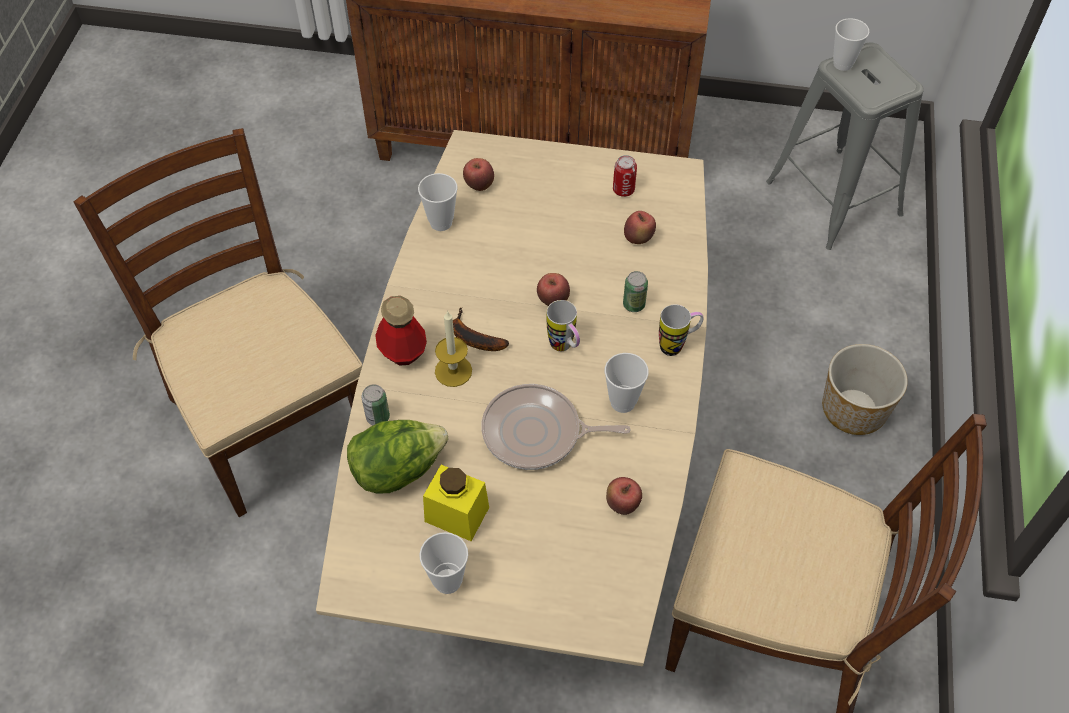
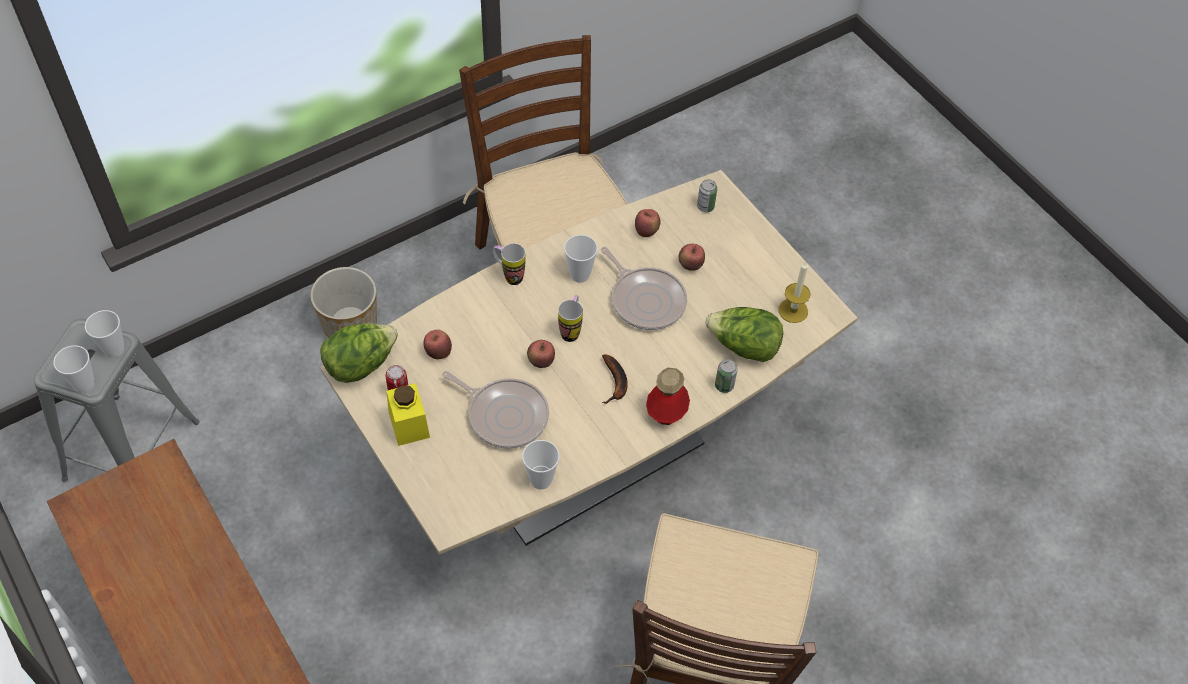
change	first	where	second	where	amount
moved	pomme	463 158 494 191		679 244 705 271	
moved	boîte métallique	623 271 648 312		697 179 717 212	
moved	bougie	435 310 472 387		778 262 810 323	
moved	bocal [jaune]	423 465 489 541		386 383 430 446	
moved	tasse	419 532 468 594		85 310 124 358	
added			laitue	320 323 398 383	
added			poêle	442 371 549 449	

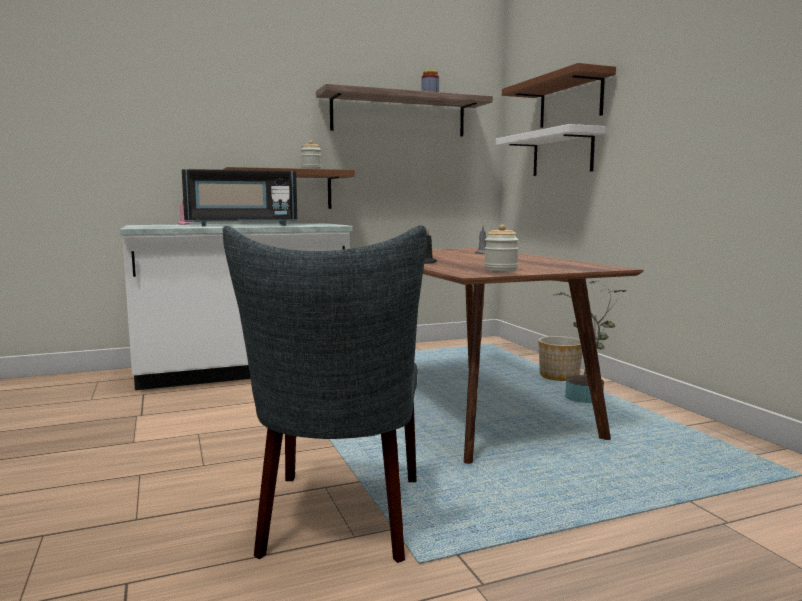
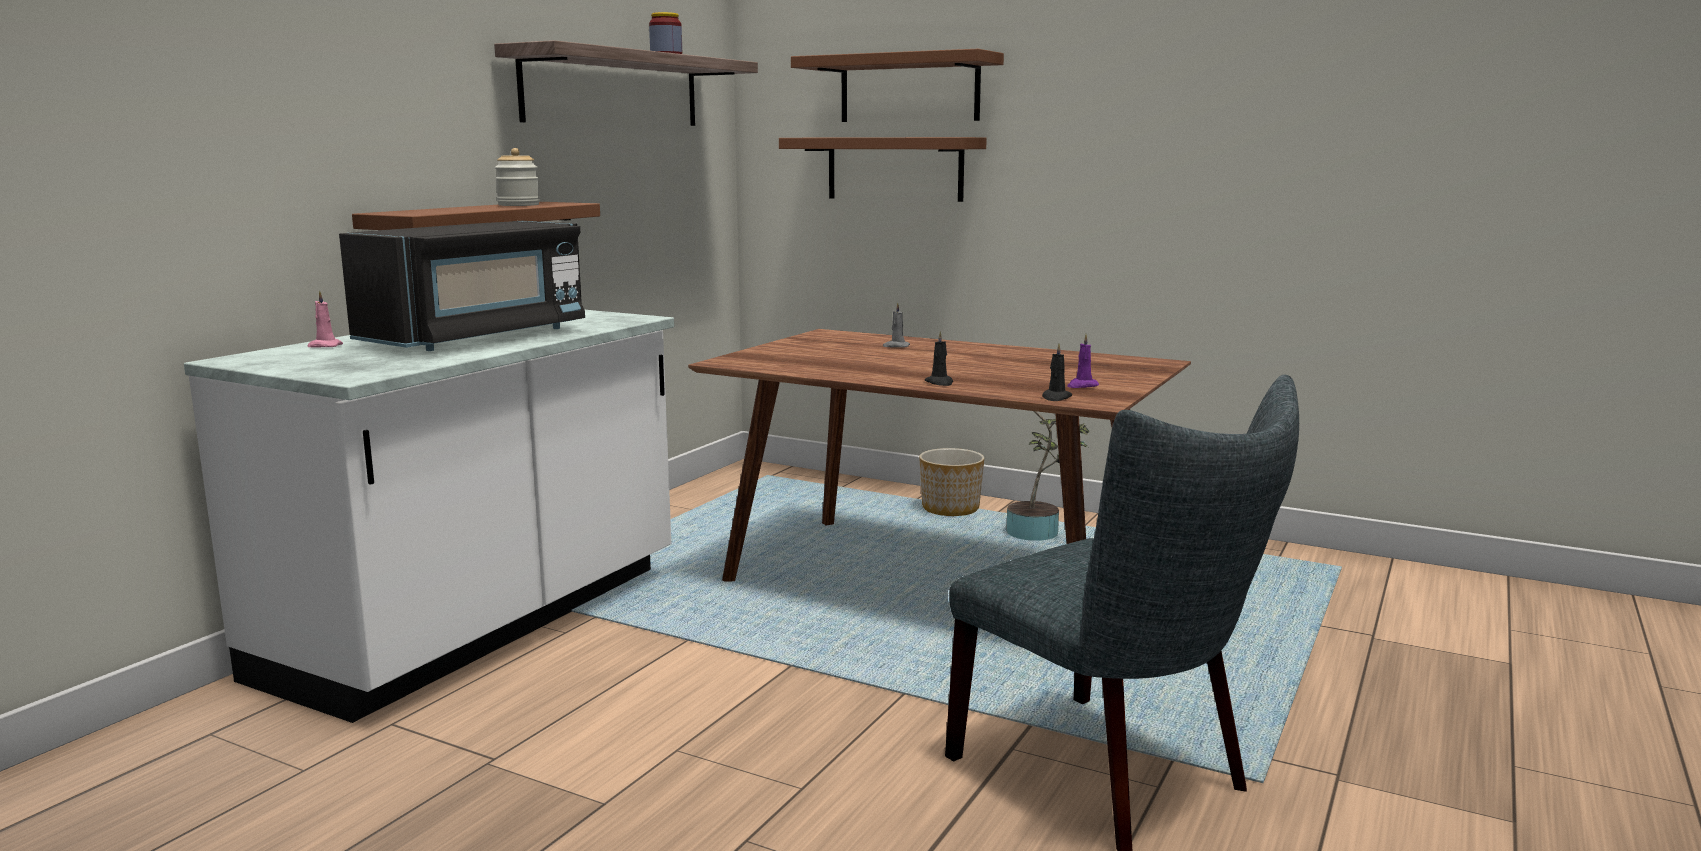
change	first	where	second	where	amount
recoloured	étagère [blanc]	496 124 606 176	étagère [marron]	779 137 987 202	
replaced	bocal	484 224 519 271	bougie [violet]	1067 334 1099 388	
added			bougie [noir]	1042 343 1072 401	

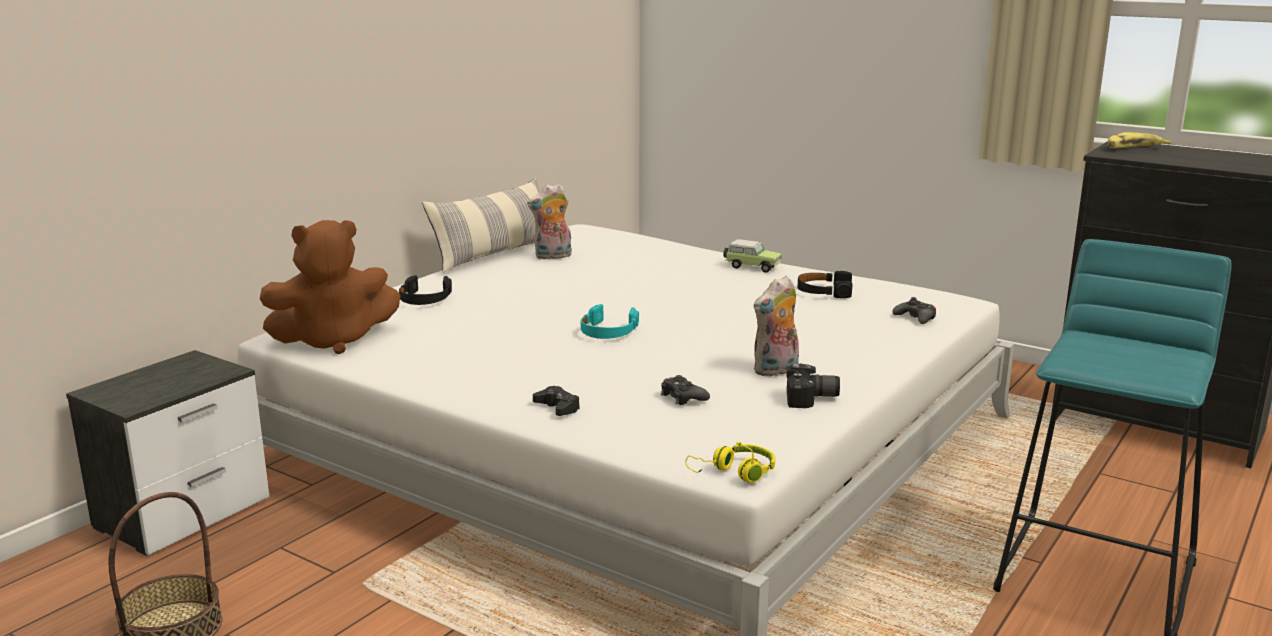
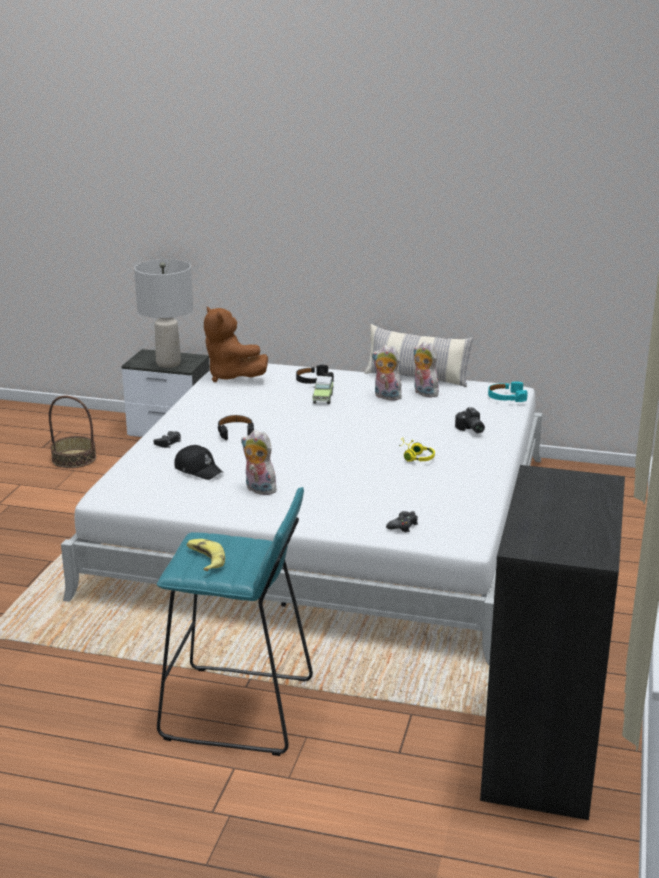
change	first	where	second	where	amount
moved	banane	1108 132 1171 148		186 539 225 571	
moved	petite voiture	723 239 782 273		313 376 334 404	
moved	casque audio [noir]	798 271 852 298		218 415 254 440	
moved	casque audio [turquoise]	581 304 639 339		488 381 527 402	
moved	appareil photo	786 364 840 408		455 407 485 433	
replaced	manette [noir]	661 375 710 405	casquette [noir]	174 445 223 480	
moved	casque audio [jaune]	685 441 775 483		399 438 435 462	
added			lampe de table [gris]	134 259 193 368	
added			peluche	372 345 402 401	

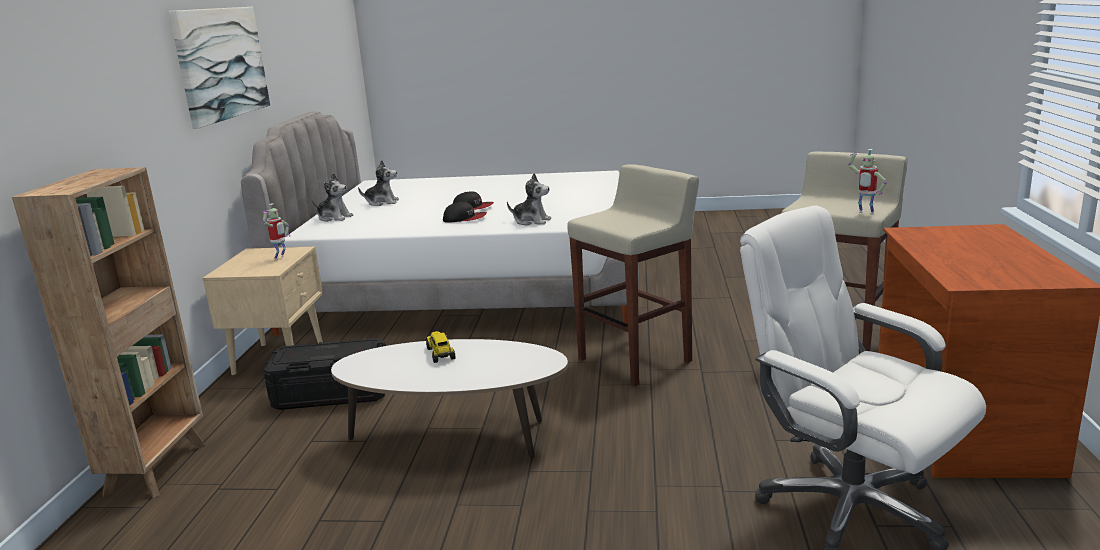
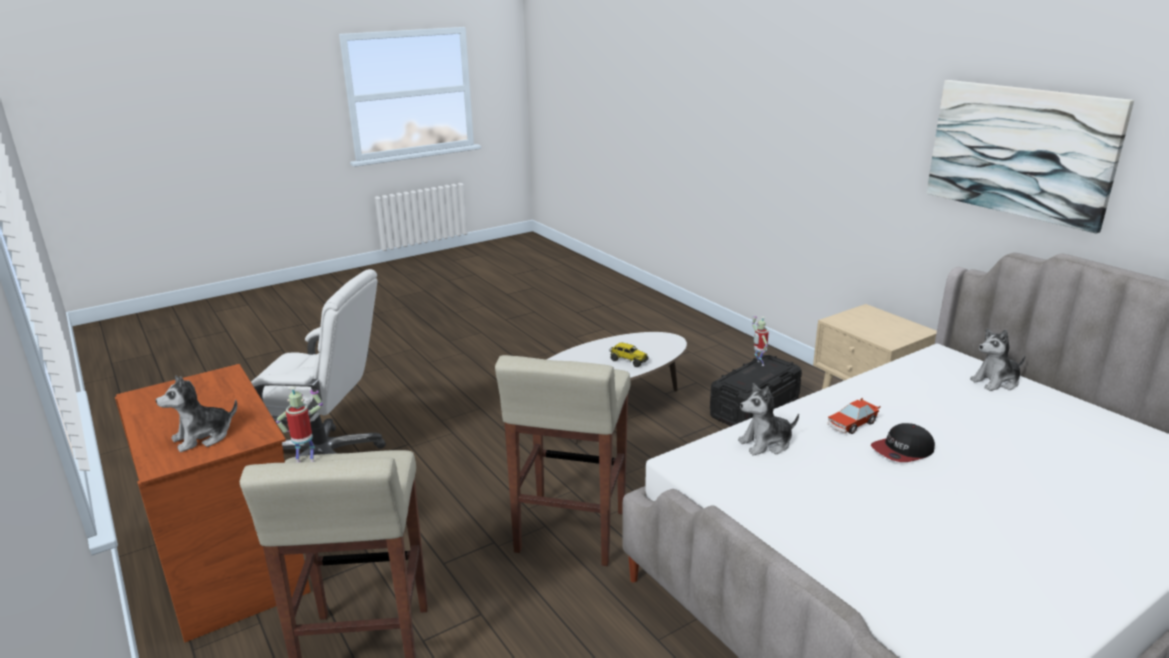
change	first	where	second	where	amount
moved	peluche	358 160 399 206		156 375 237 452	
removed	bibliothèque [marron]	12 167 206 498			
replaced	casquette	443 202 487 223	petite voiture	827 398 880 434	
moved	robot jouet	263 203 291 261		752 316 769 366	

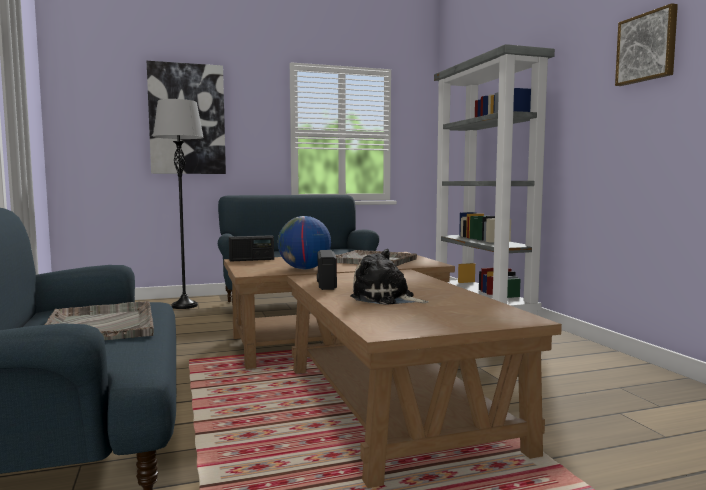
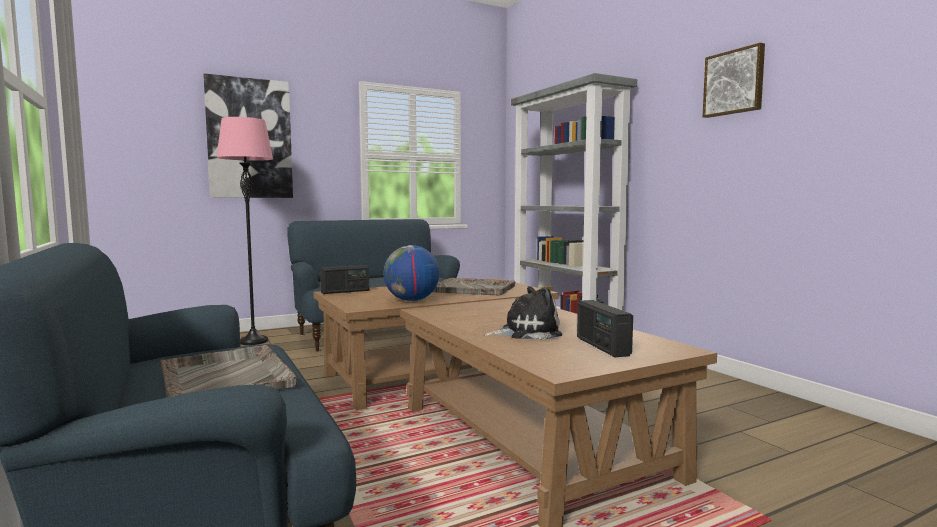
change	first	where	second	where	amount
recoloured	lampadaire [gris]	153 99 204 309	lampadaire [rose]	217 117 273 345	
turned	peluche	350 249 429 305		484 286 562 340	150 degrees clockwise
moved	radio	317 250 337 290		577 300 633 357	

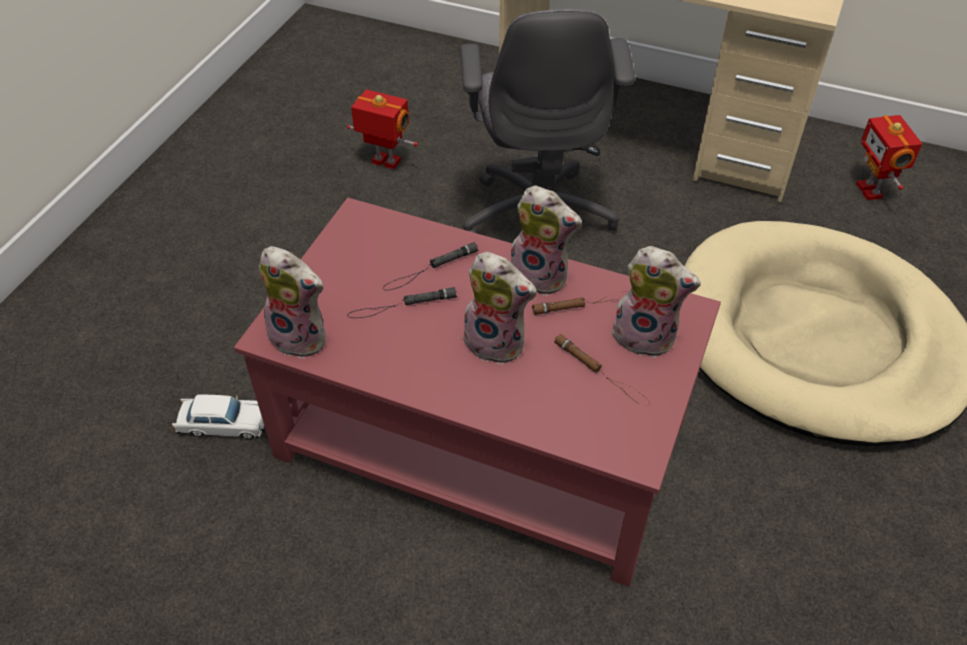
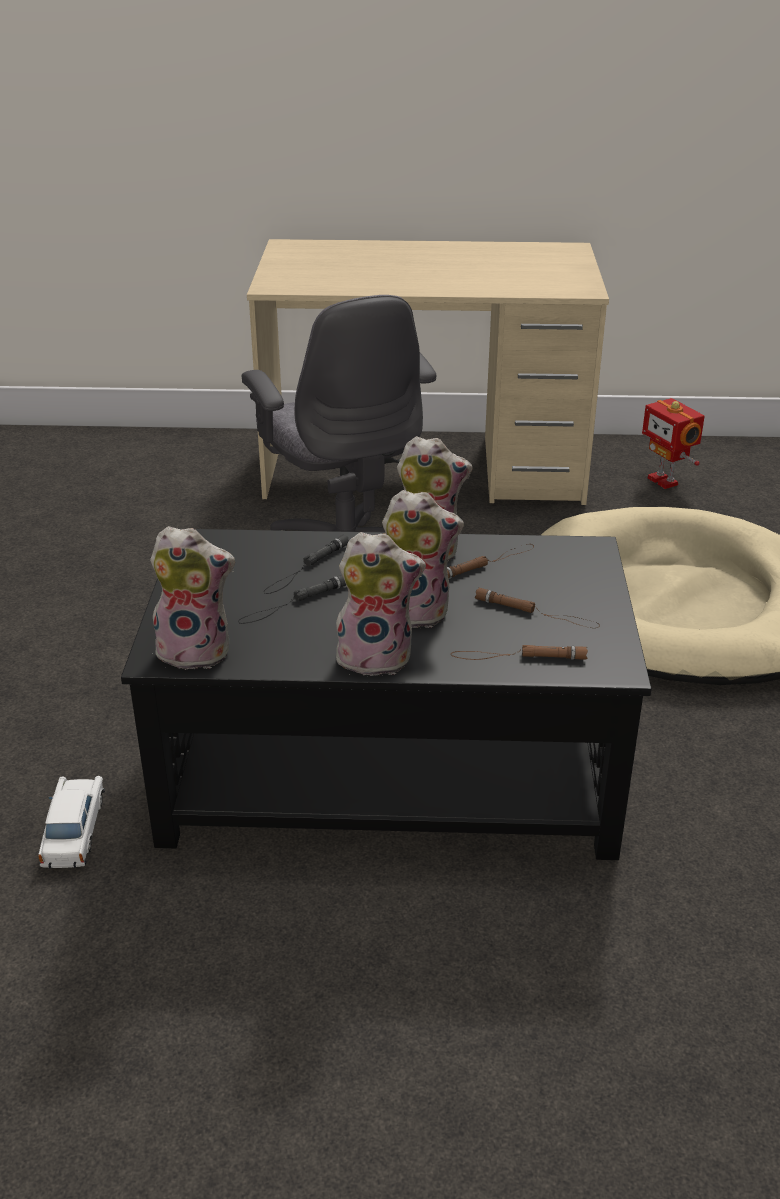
change	first	where	second	where	amount
removed	robot jouet	347 89 418 169			
recoloured	table basse [rouge]	234 197 721 587	table basse [noir]	121 529 652 860	
moved	peluche	610 246 701 358		334 532 426 676	
turned	petite voiture [blanc]	172 394 264 440		38 776 105 869	75 degrees counterclockwise
added			lampe de poche [marron]	451 645 588 660	

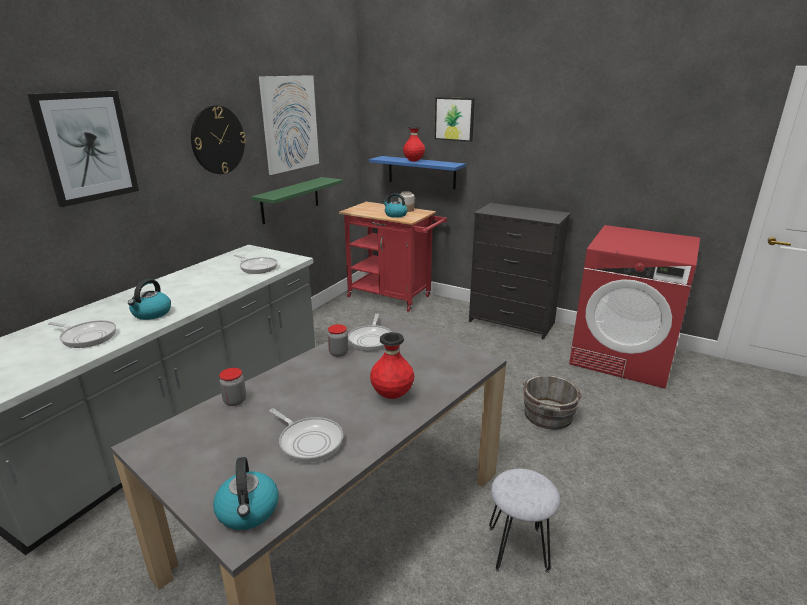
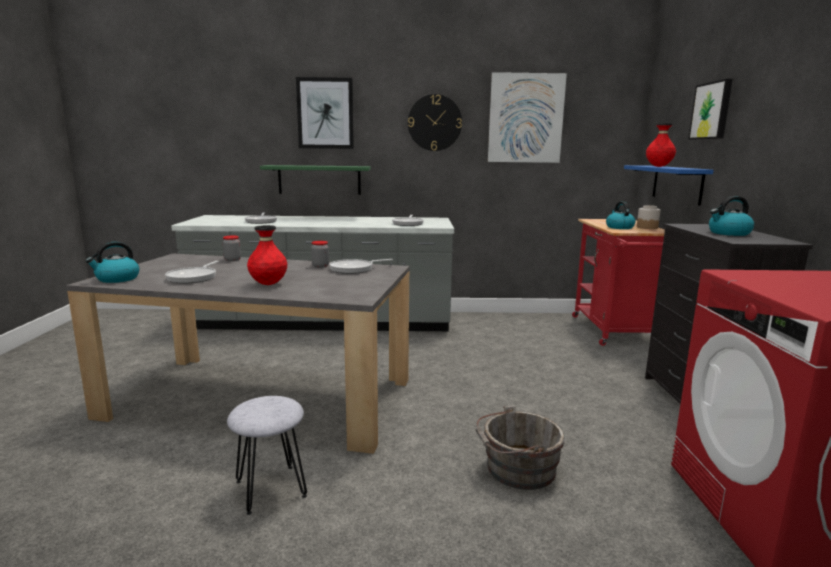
change	first	where	second	where	amount
moved	étagère [vert]	251 177 343 224		260 165 371 195	
moved	bouilloire	128 279 171 320		709 196 754 236	

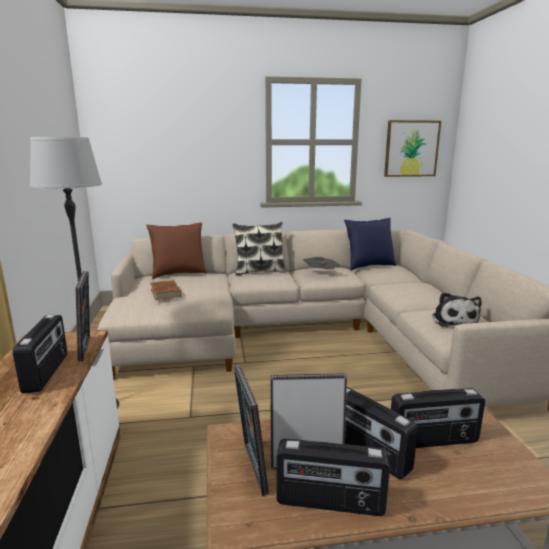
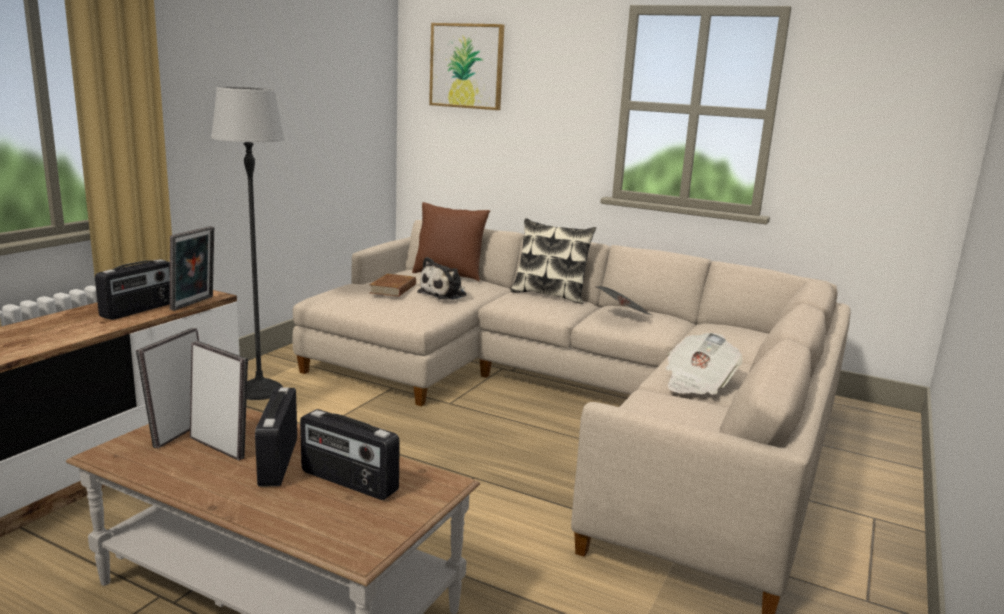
change	first	where	second	where	amount
moved	tableau	384 120 441 177		429 23 504 110	
removed	coussin [bleu]	344 218 396 270			
moved	peluche	432 292 482 327		417 257 467 300	
removed	radio	276 438 390 516			
added			journal	665 332 743 395	

